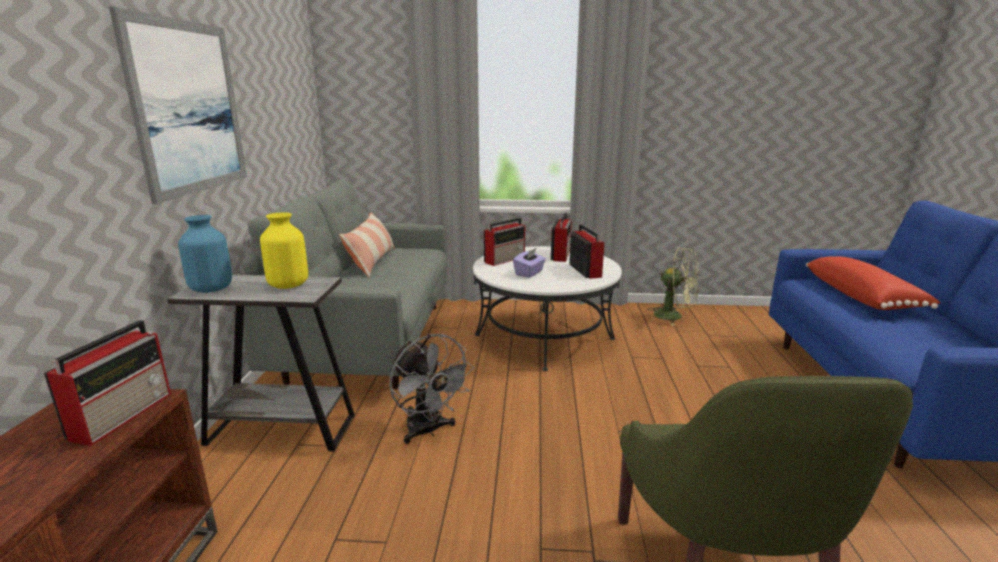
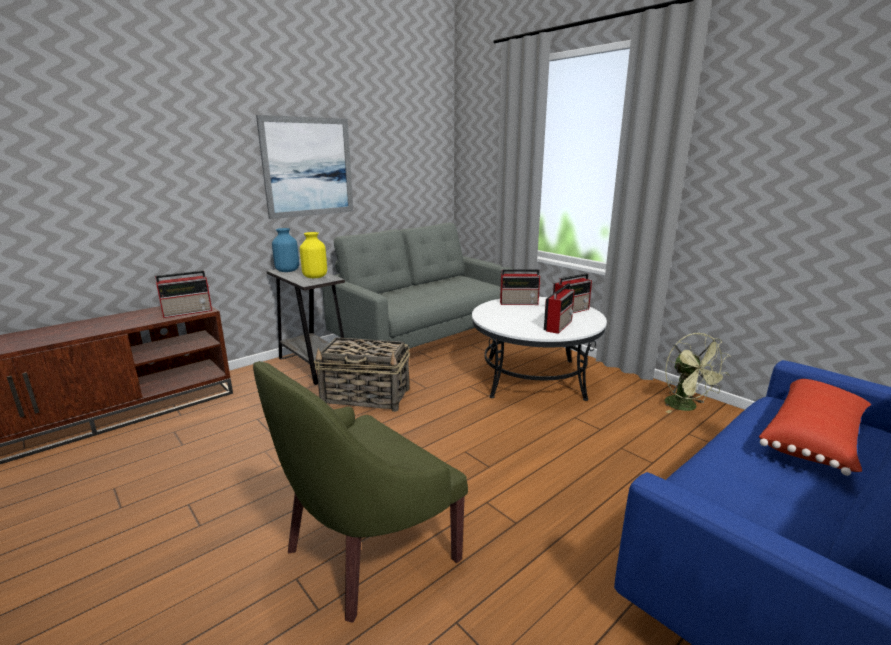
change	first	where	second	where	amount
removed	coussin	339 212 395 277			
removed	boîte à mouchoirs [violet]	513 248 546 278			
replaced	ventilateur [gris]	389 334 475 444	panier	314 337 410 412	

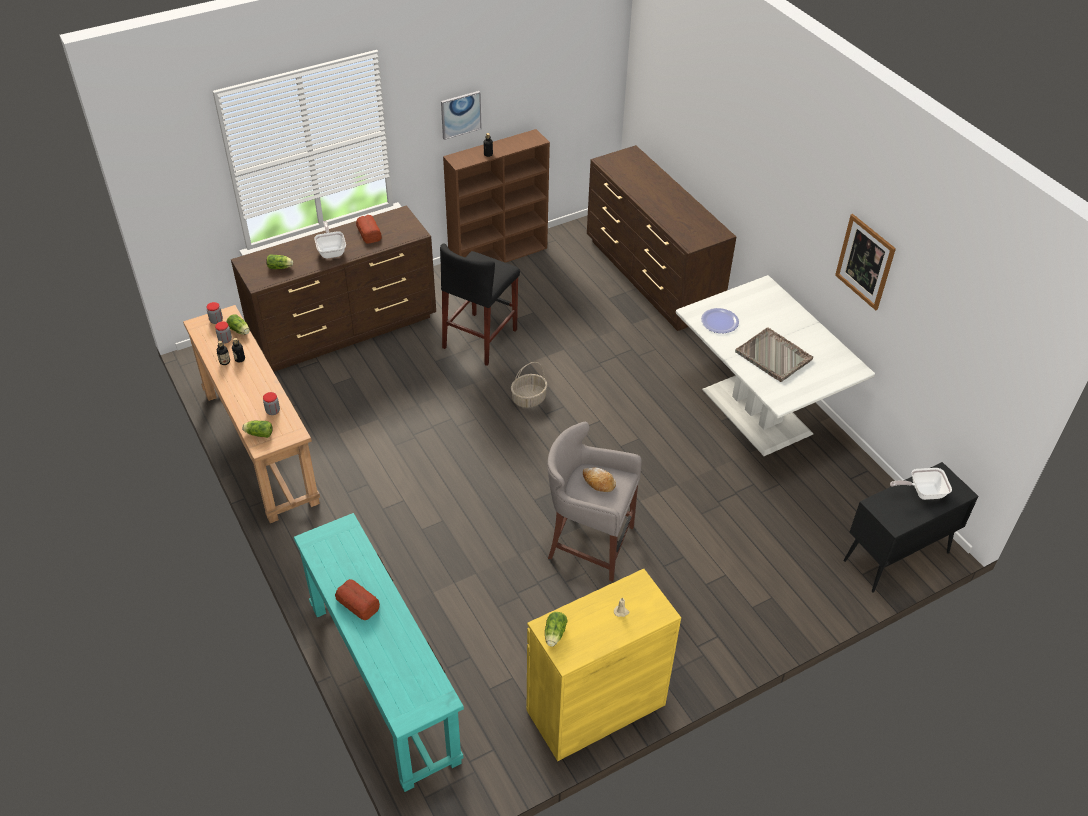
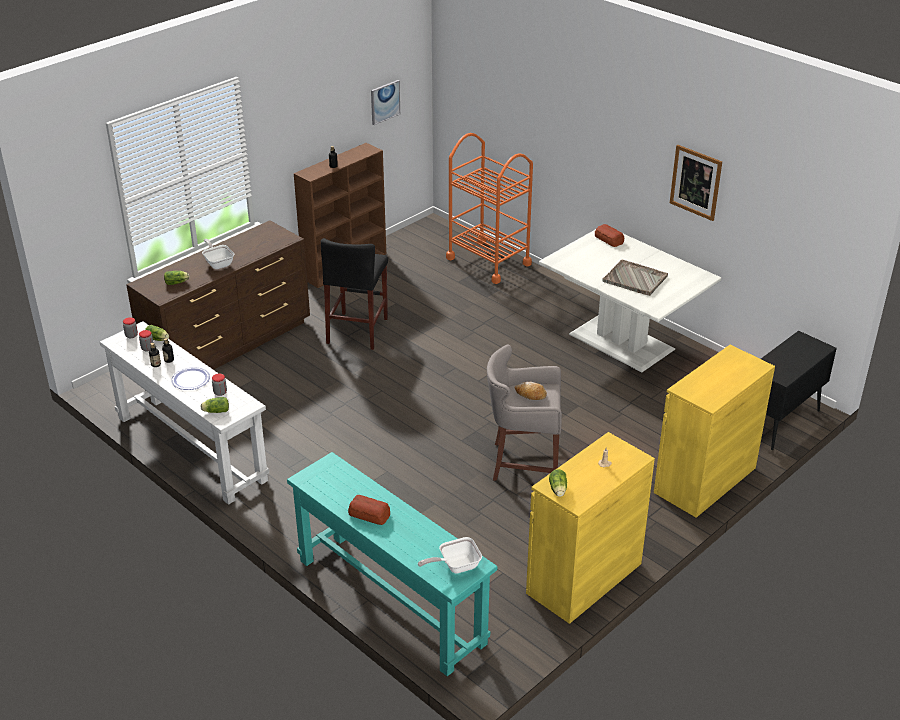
change	first	where	second	where	amount
moved	tableau	441 91 482 140		371 80 400 125	
replaced	commode [marron]	587 145 736 331	chariot [orange]	446 133 533 284	
moved	pain	356 215 382 243		595 224 624 247	
recoloured	table console [marron]	183 305 320 523	table console [blanc]	100 321 269 505	
moved	assiette	701 308 739 333		171 367 210 390	
removed	panier	511 362 548 408			
moved	poêle	890 468 952 500		418 537 482 574	
added			meuble de rangement [jaune]	654 345 775 518	

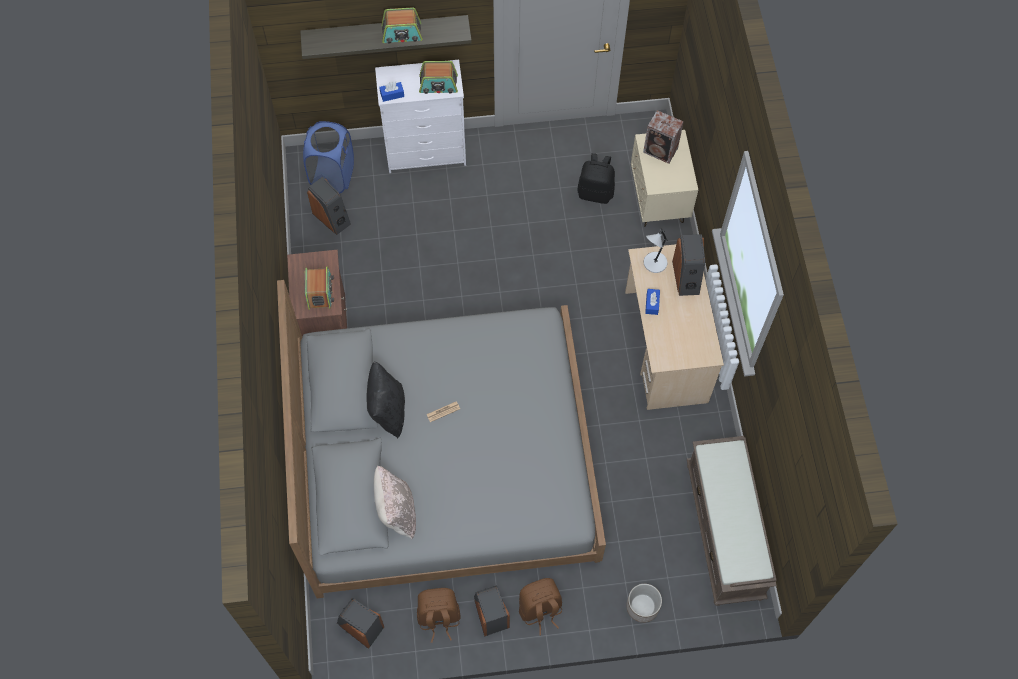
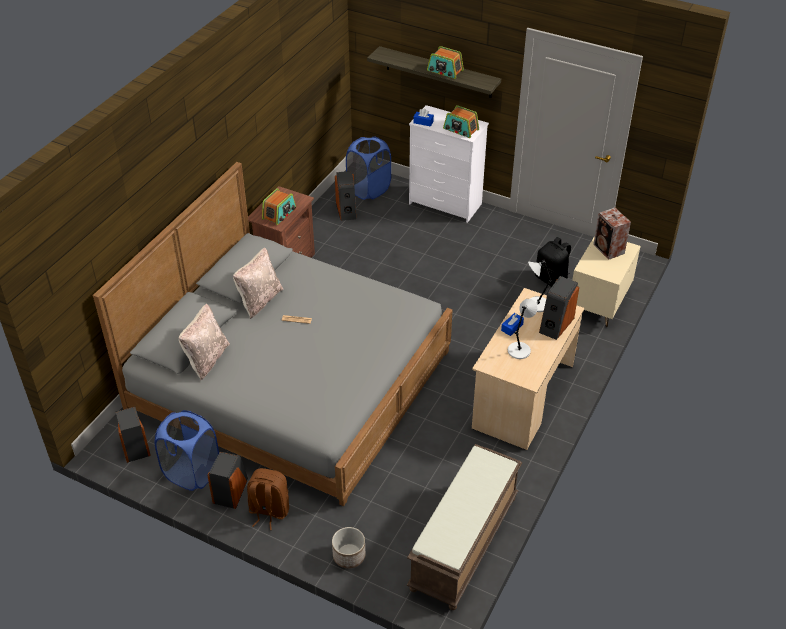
change	first	where	second	where	amount
recoloured	coussin [noir]	366 361 405 438	coussin [beige]	233 248 284 319	
replaced	sac à dos [marron]	417 588 461 643	panier à linge [bleu]	155 410 219 491	
added			lampe de table [gris]	508 299 538 359	

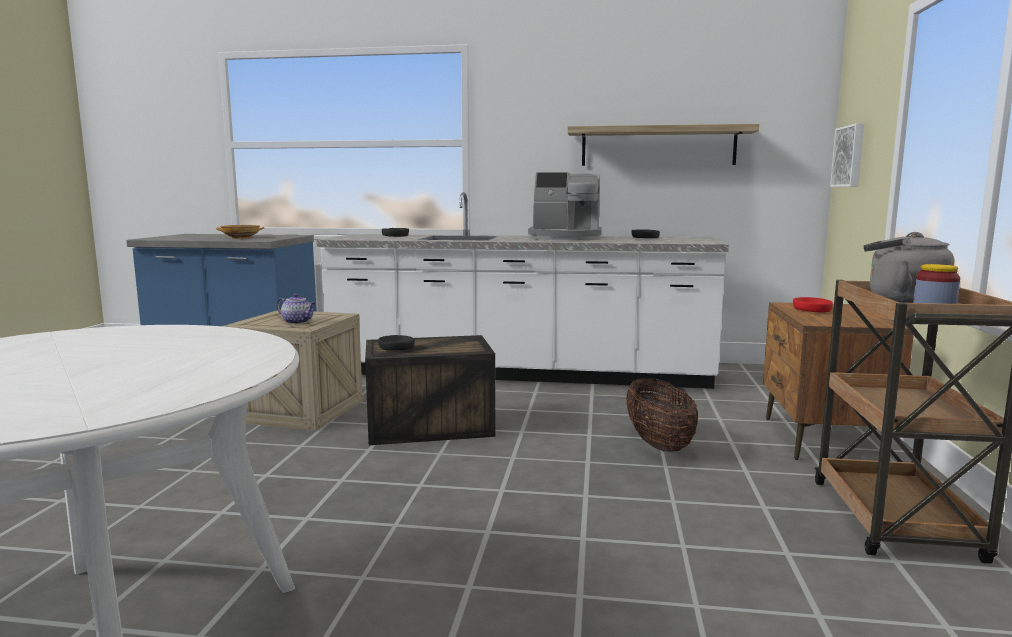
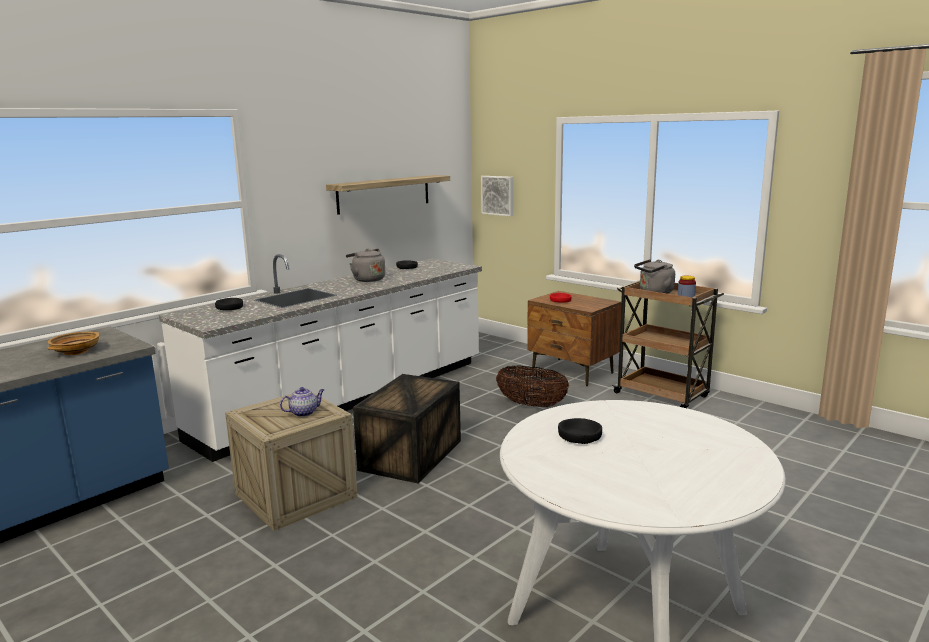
change	first	where	second	where	amount
replaced	machine à café	528 172 601 240	bouilloire [gris]	346 249 385 282	
moved	bol [noir]	378 335 415 350		558 418 602 444	

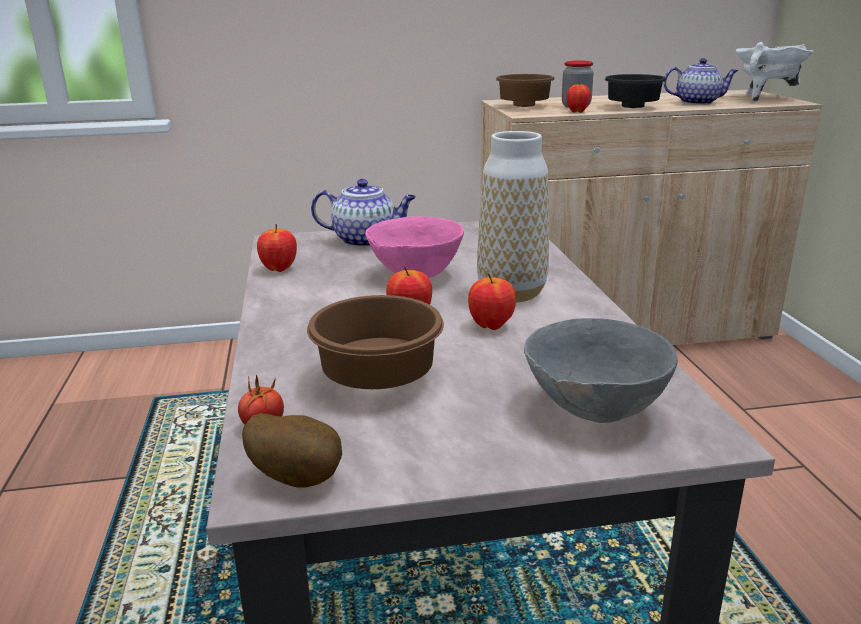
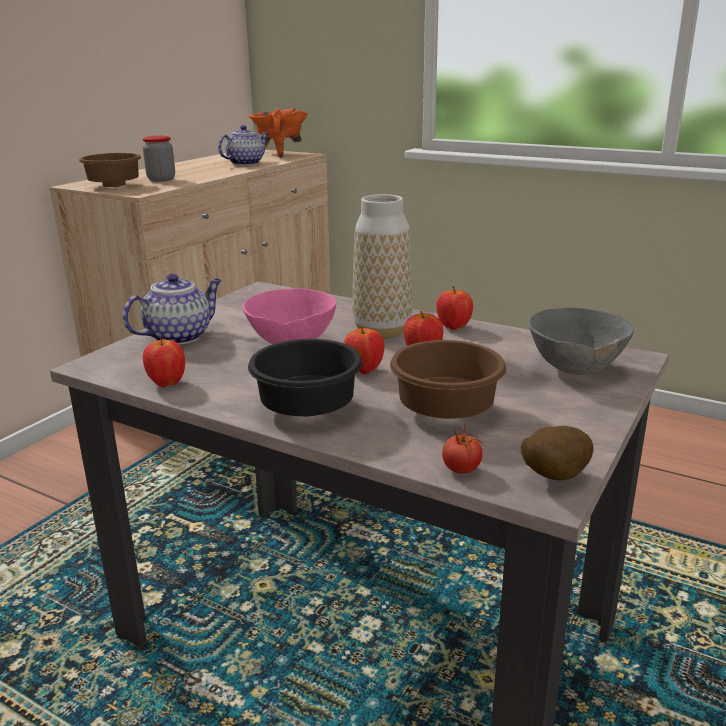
change	first	where	second	where	amount
recoloured	marmite [blanc]	736 42 813 102	marmite [orange]	249 108 308 158	
moved	bol [noir]	605 74 667 108		248 339 362 416	
moved	pomme	566 81 591 113		436 286 473 330	

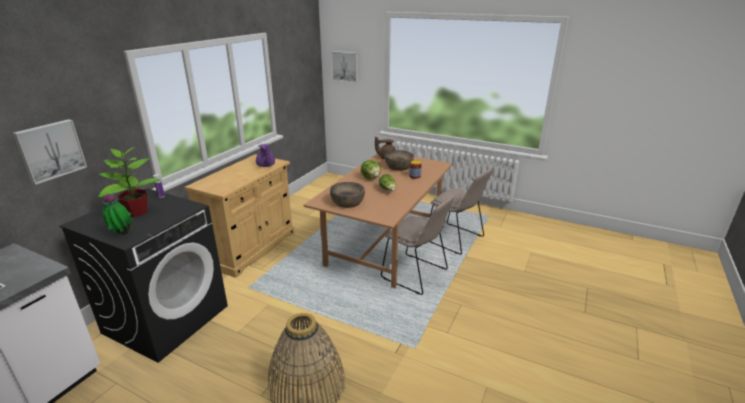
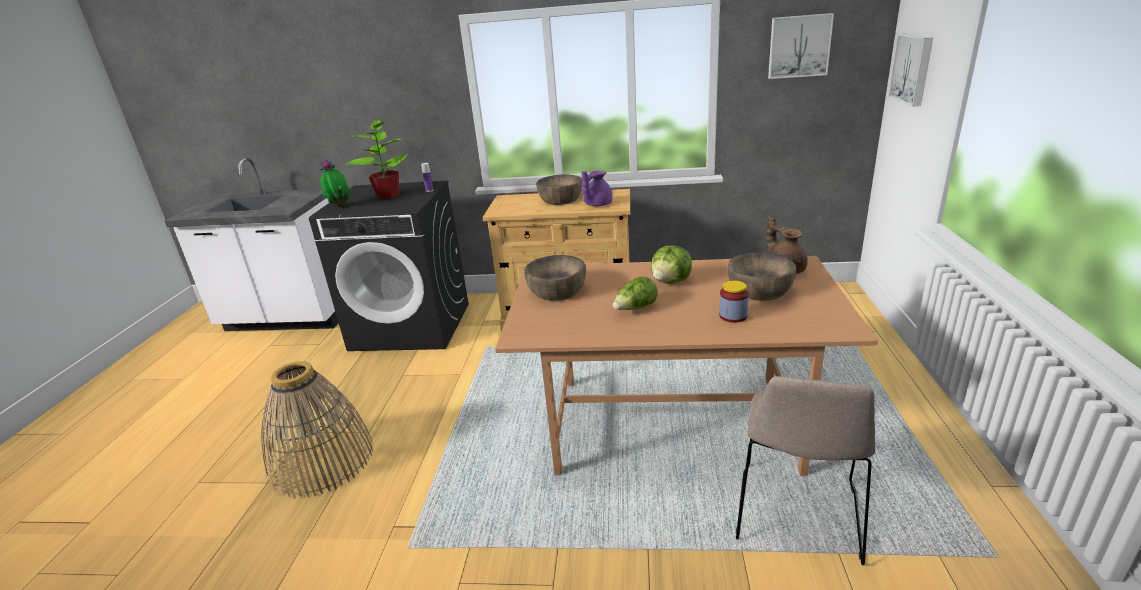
change	first	where	second	where	amount
moved	tableau	13 119 87 185		768 13 834 79	
removed	chaise [beige]	381 195 454 295			
added			bol [marron]	536 174 582 205	

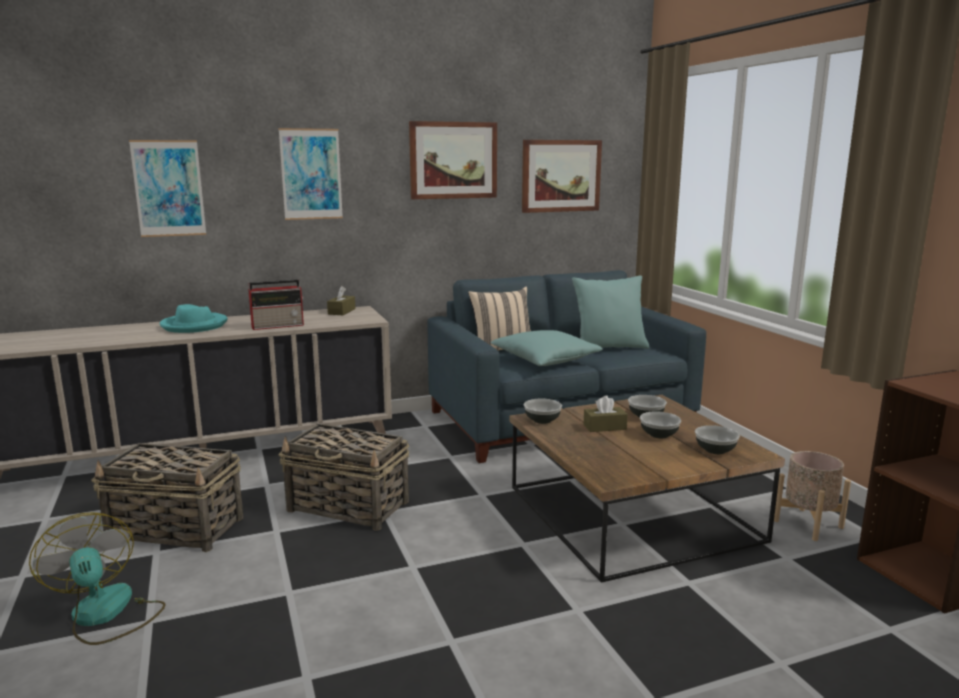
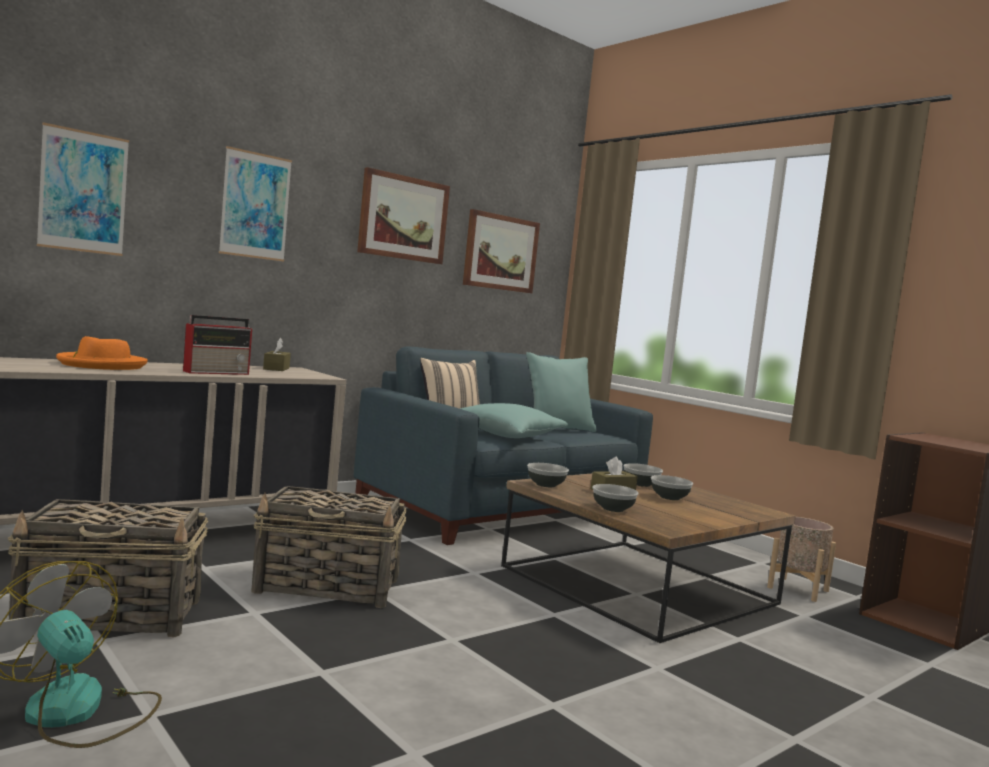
change	first	where	second	where	amount
recoloured	chapeau [turquoise]	160 304 227 333	chapeau [orange]	56 336 148 370	
moved	bol	695 425 740 454		592 484 639 512	

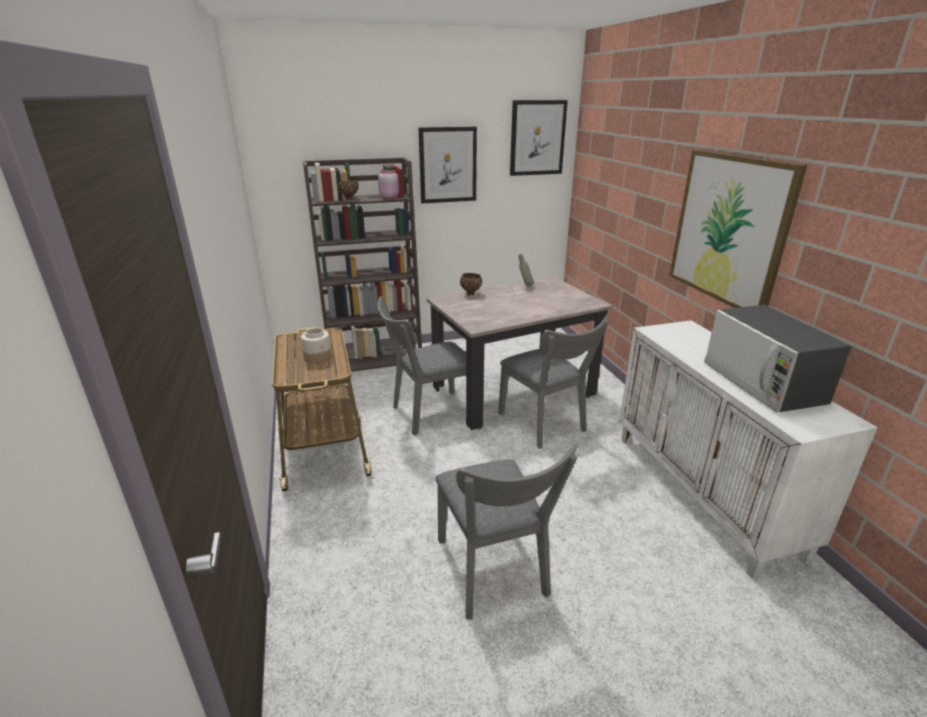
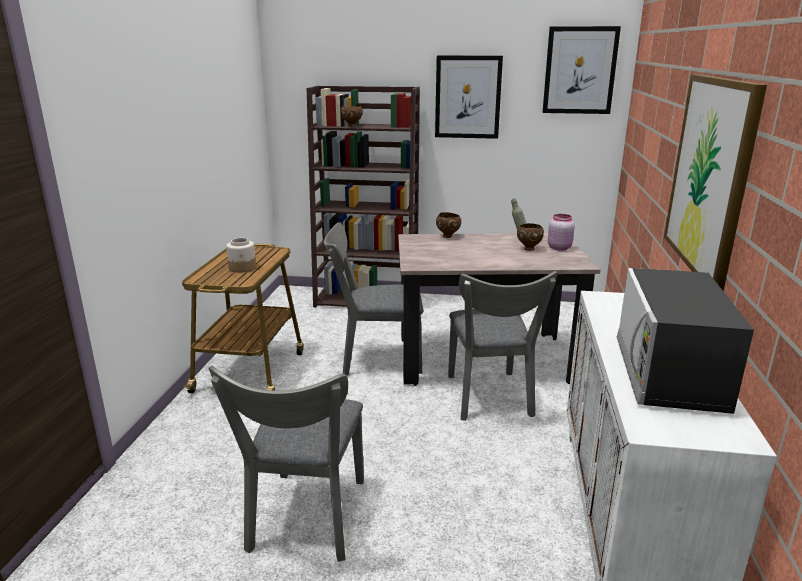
change	first	where	second	where	amount
moved	bocal [rose]	378 169 399 199		548 214 575 250	
added			bol [marron]	517 223 544 251	

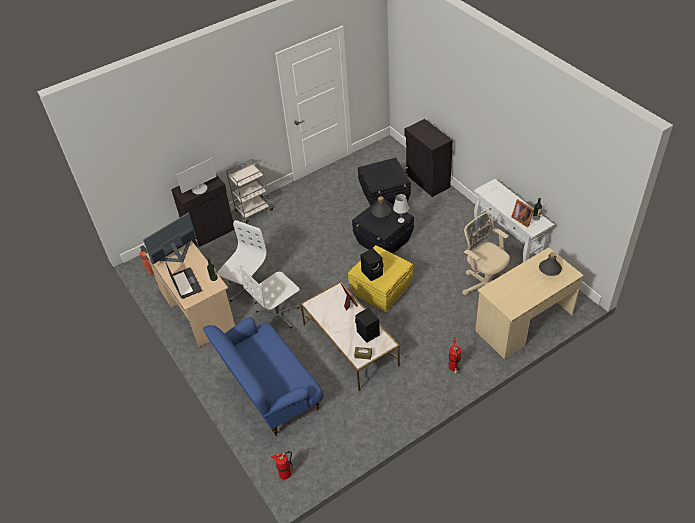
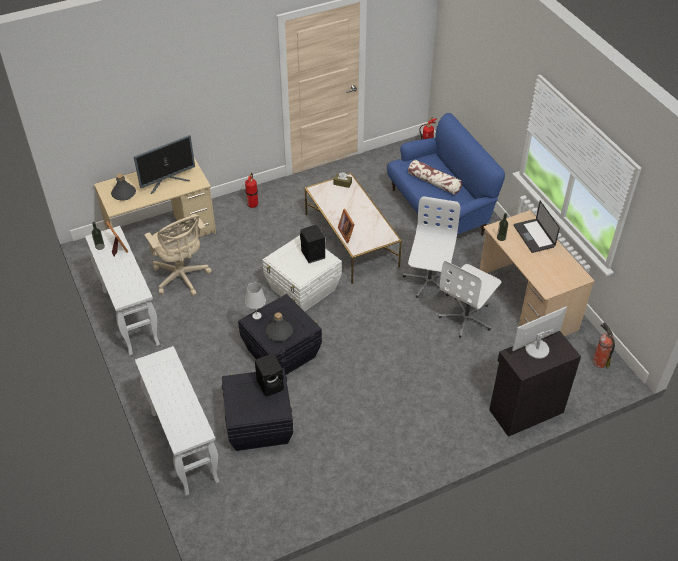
change	first	where	second	where	amount
replaced	meuble de rangement [noir]	405 119 453 197	table console [blanc]	135 346 220 496	
removed	chariot [gris]	226 159 273 223			
moved	écran d'ordinateur	143 213 196 264		134 135 195 194	
recoloured	boîte de rangement [jaune]	348 245 413 312	boîte de rangement [blanc]	262 235 342 312	
turned	chaise de bureau [blanc]	240 267 300 328		403 196 460 298	45 degrees counterclockwise
moved	enceinte [noir]	355 308 380 343		255 353 284 396	
added			coussin	408 160 462 195	

